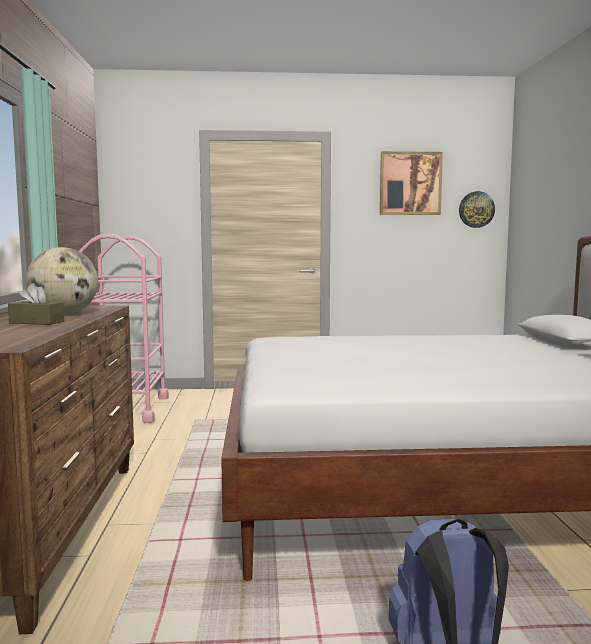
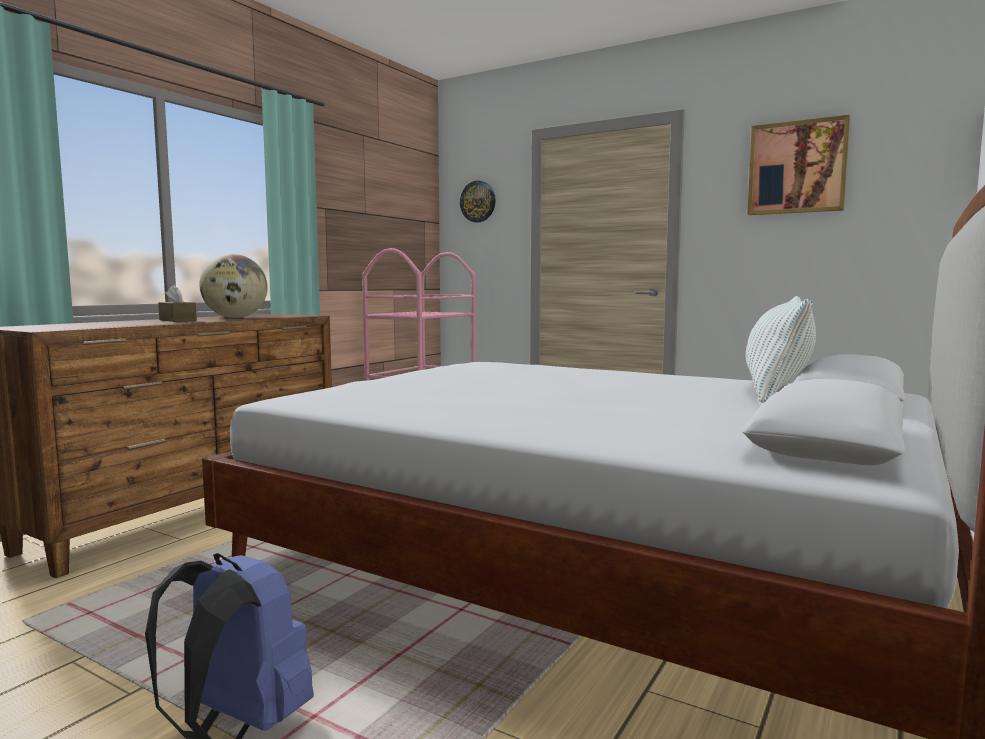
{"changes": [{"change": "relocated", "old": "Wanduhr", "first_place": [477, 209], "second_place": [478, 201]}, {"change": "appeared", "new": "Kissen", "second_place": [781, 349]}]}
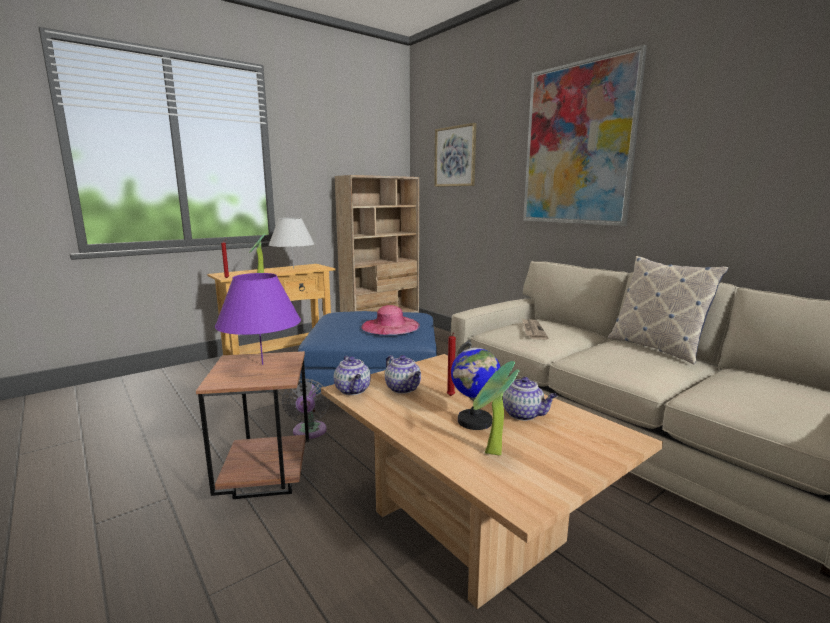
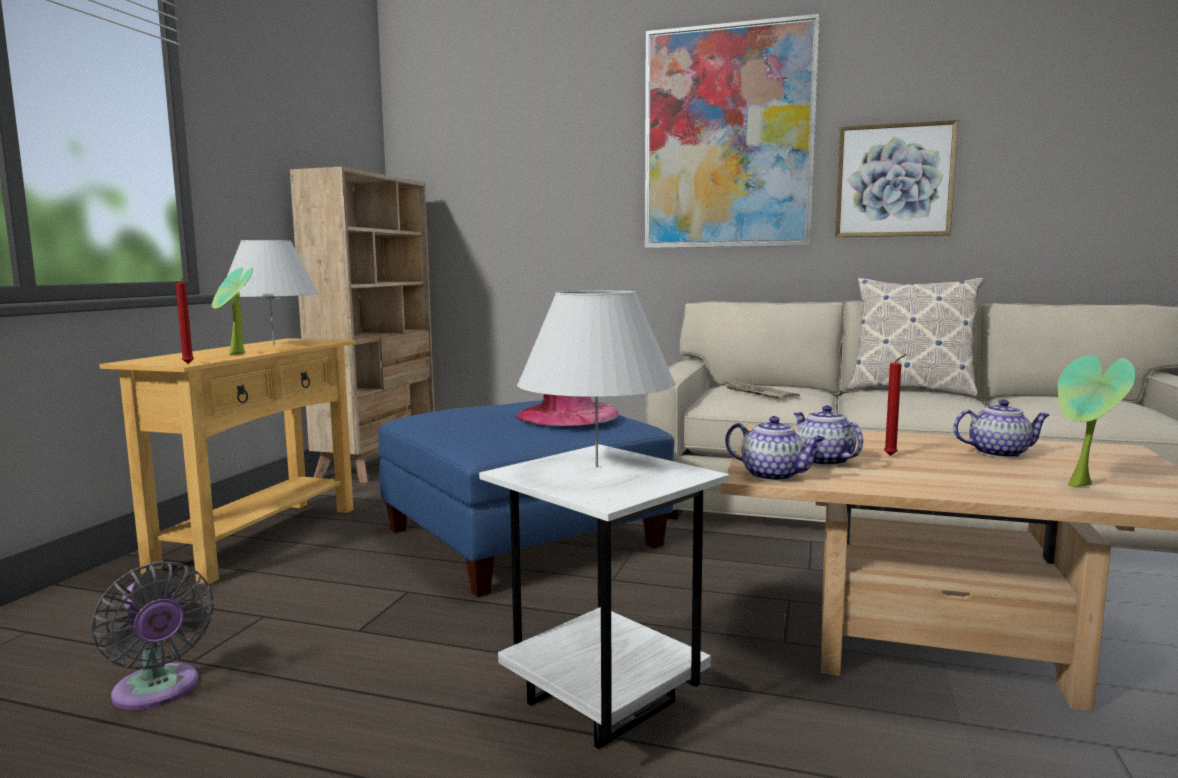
{"changes": [{"change": "colour", "old": "Beistelltisch [braun]", "new": "Beistelltisch [weiß]", "first_place": [252, 425], "second_place": [604, 596]}, {"change": "colour", "old": "Tischlampe [lila]", "new": "Tischlampe [weiß]", "first_place": [258, 319], "second_place": [596, 379]}, {"change": "relocated", "old": "Ventilator [grau]", "first_place": [306, 409], "second_place": [152, 635]}, {"change": "spun", "old": "Teekanne", "first_place": [403, 374], "second_place": [828, 435], "degrees": -135}, {"change": "relocated", "old": "Bild", "first_place": [455, 155], "second_place": [896, 178]}, {"change": "missing", "old": "Globus", "first_place": [475, 385]}]}
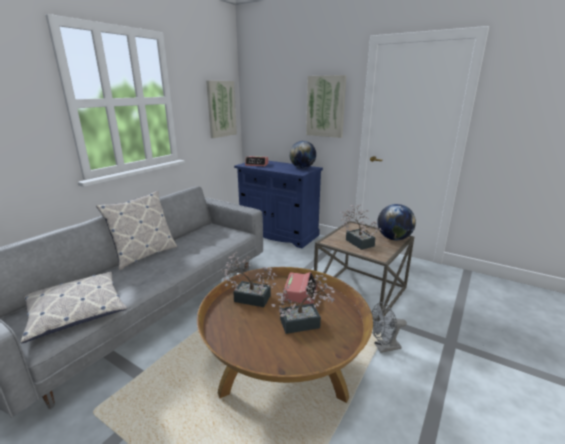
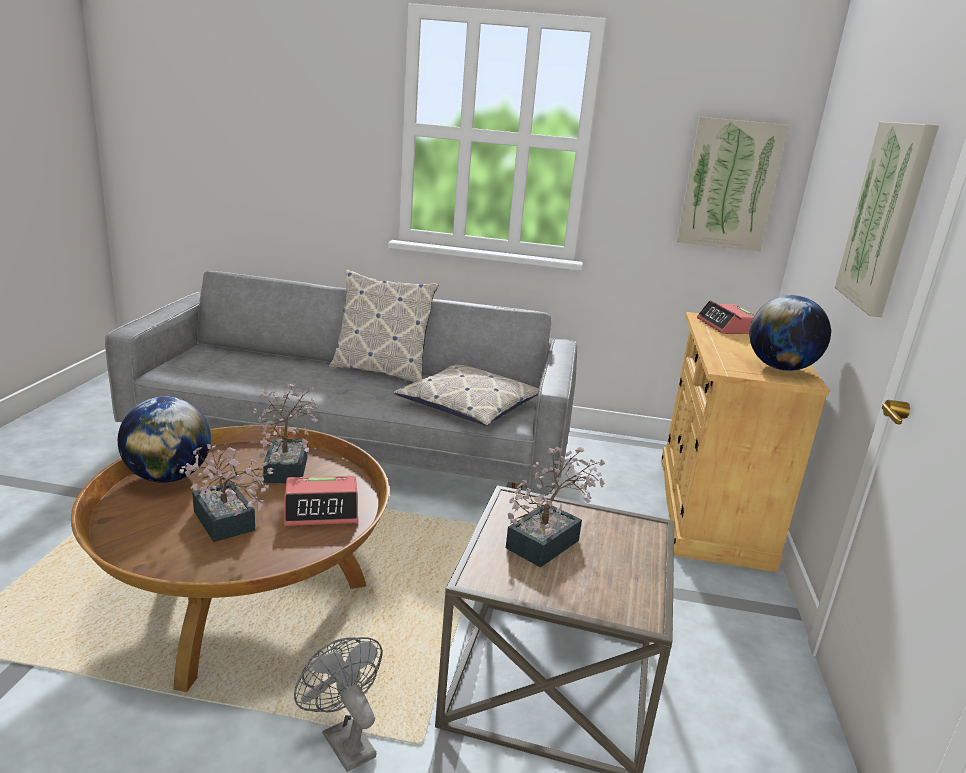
{"changes": [{"change": "relocated", "old": "Kissen", "first_place": [74, 307], "second_place": [466, 395]}, {"change": "colour", "old": "Schrank [blau]", "new": "Schrank [beige]", "first_place": [278, 204], "second_place": [745, 442]}, {"change": "relocated", "old": "Globus", "first_place": [396, 222], "second_place": [164, 439]}]}
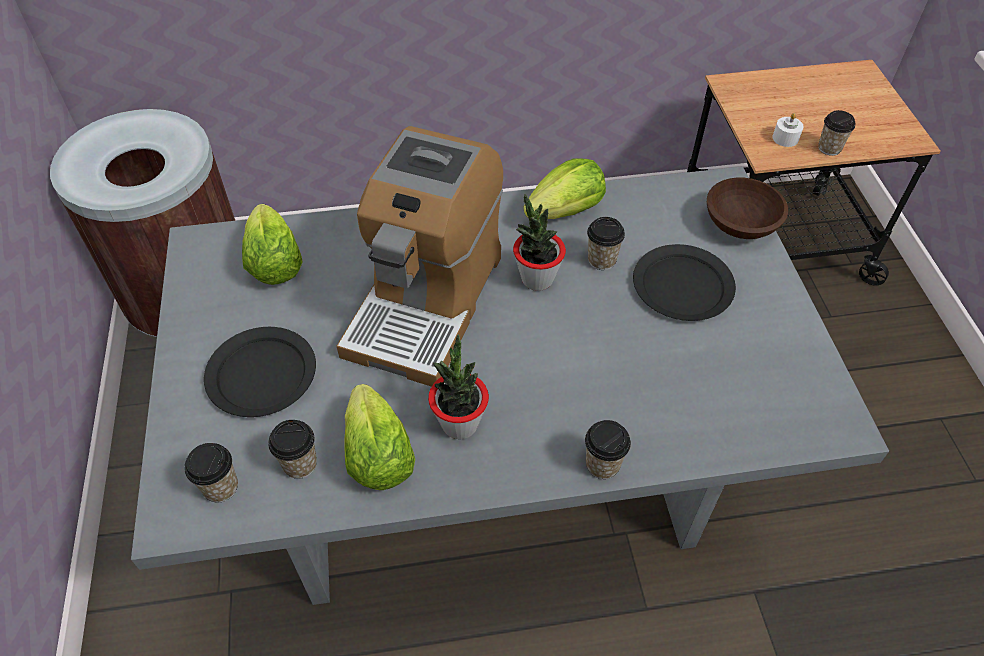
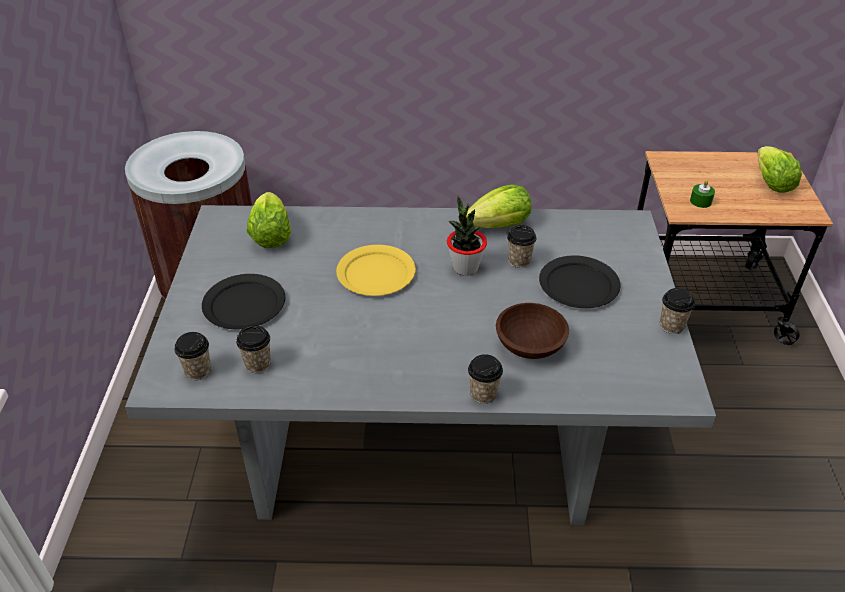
{"changes": [{"change": "exchanged", "old": "Kaffeemaschine", "new": "Teller [gelb]", "first_place": [420, 256], "second_place": [376, 270]}, {"change": "relocated", "old": "Salatkopf", "first_place": [379, 437], "second_place": [779, 169]}, {"change": "missing", "old": "Topfpflanze", "first_place": [458, 387]}, {"change": "relocated", "old": "Schüssel [braun]", "first_place": [747, 208], "second_place": [532, 331]}, {"change": "colour", "old": "Kerze [weiß]", "new": "Kerze [grün]", "first_place": [788, 130], "second_place": [702, 194]}, {"change": "relocated", "old": "Tasse", "first_place": [836, 133], "second_place": [677, 311]}]}
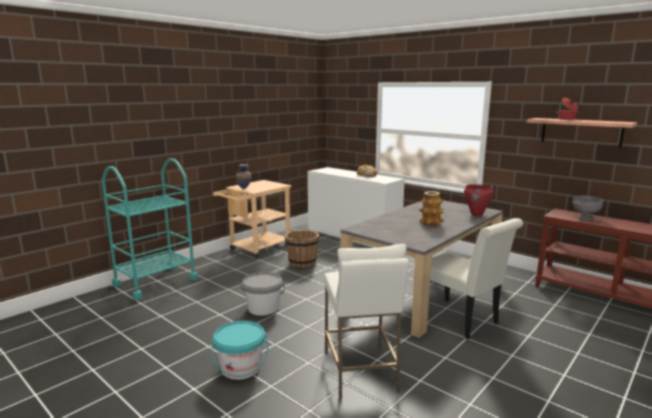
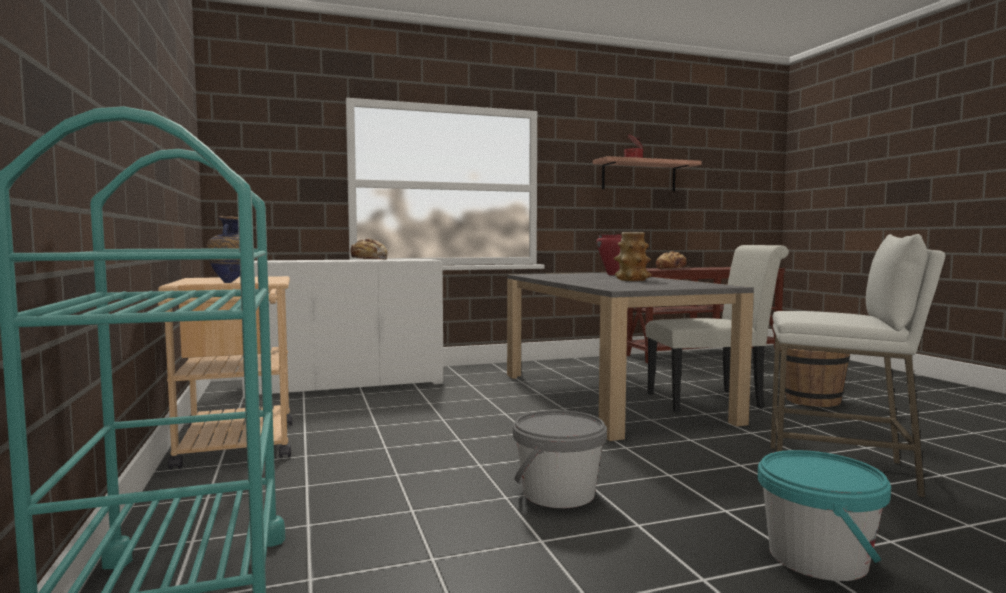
{"changes": [{"change": "relocated", "old": "Eimer [braun]", "first_place": [302, 249], "second_place": [815, 376]}, {"change": "exchanged", "old": "Schüssel [grau]", "new": "Brot", "first_place": [588, 208], "second_place": [671, 260]}]}
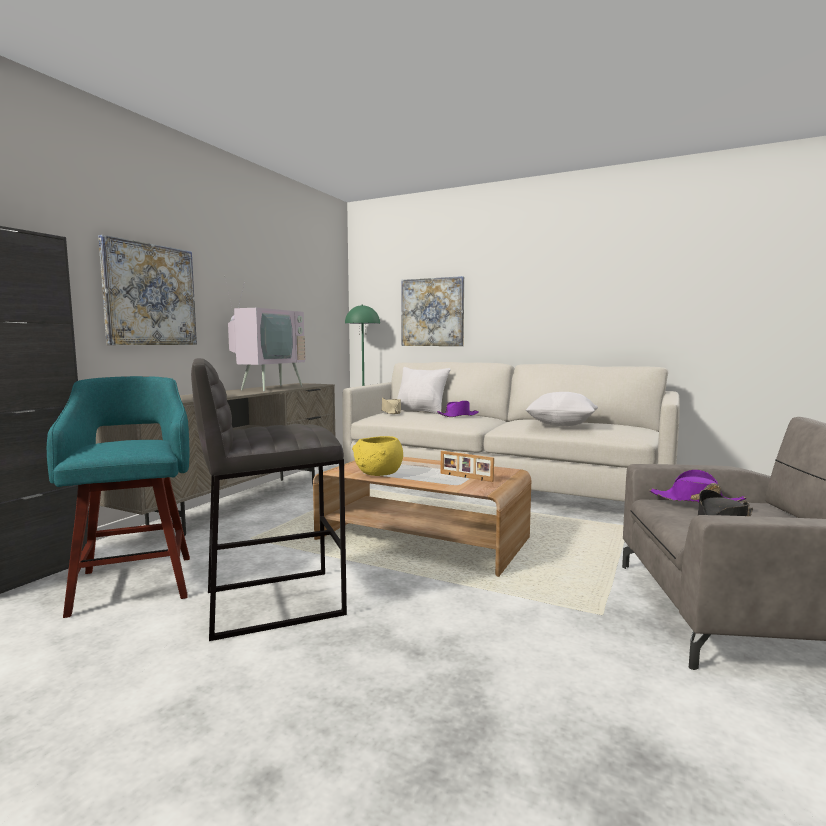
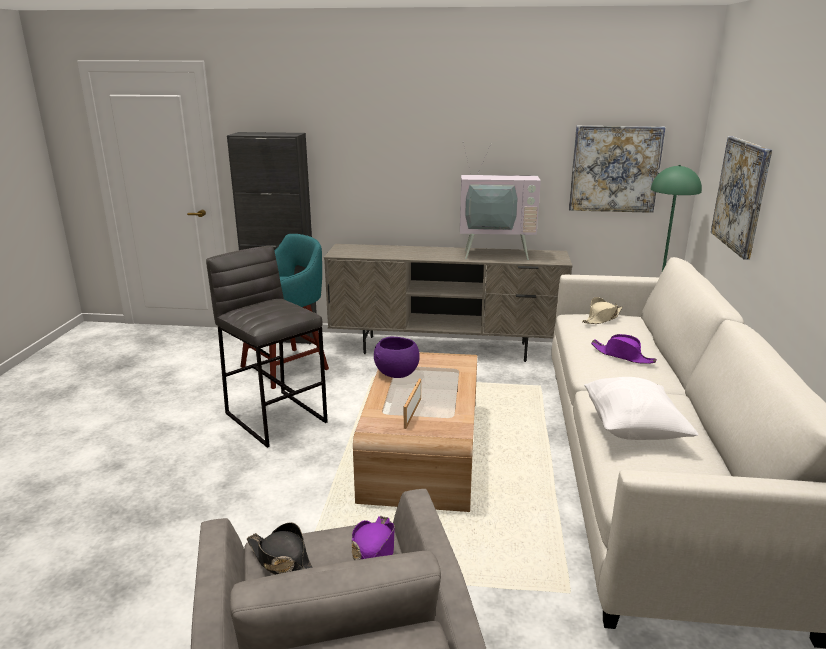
{"changes": [{"change": "relocated", "old": "Bild", "first_place": [147, 290], "second_place": [617, 169]}, {"change": "colour", "old": "Schüssel [gelb]", "new": "Schüssel [lila]", "first_place": [377, 456], "second_place": [397, 357]}, {"change": "missing", "old": "Kissen [weiß]", "first_place": [424, 390]}]}
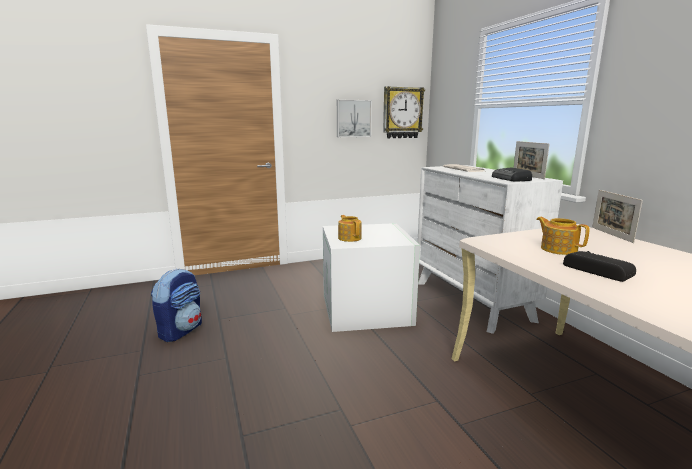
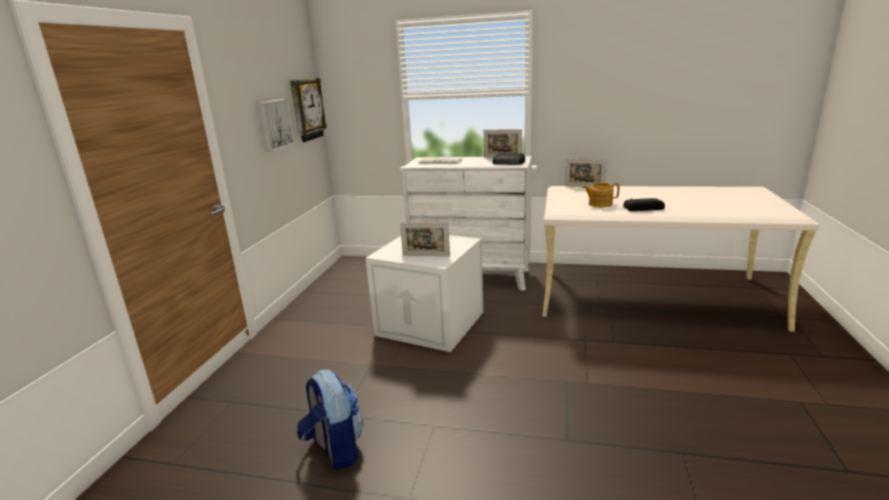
{"changes": [{"change": "exchanged", "old": "Teekanne", "new": "Bilderrahmen", "first_place": [350, 228], "second_place": [425, 239]}]}
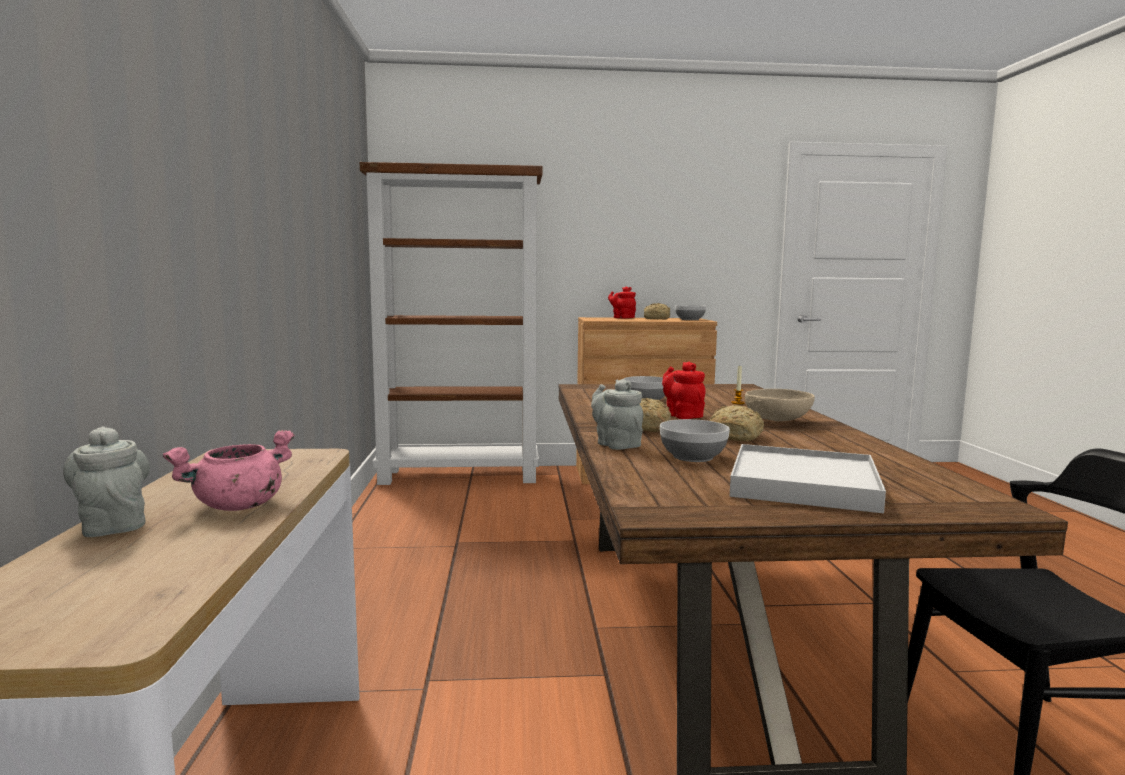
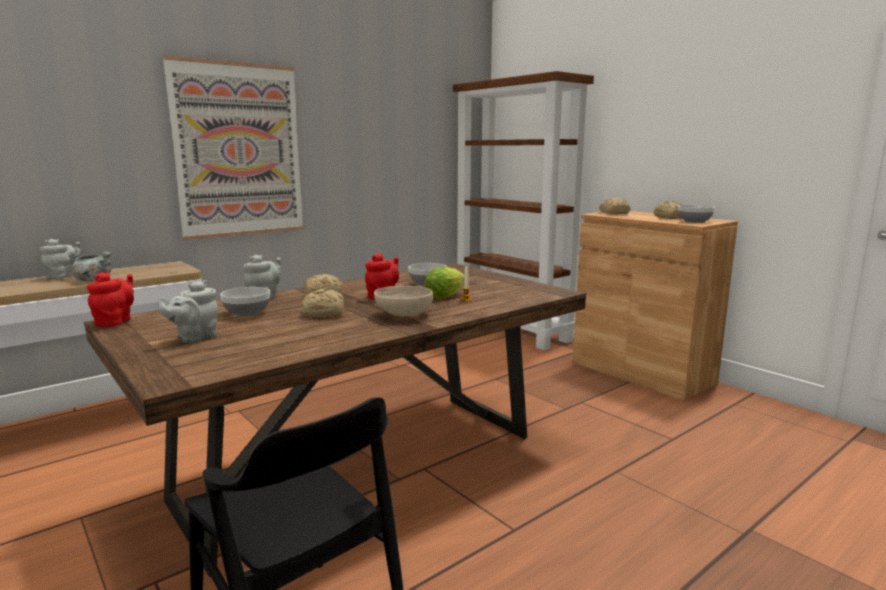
{"changes": [{"change": "colour", "old": "Kochtopf [rosa]", "new": "Kochtopf [grau]", "first_place": [229, 470], "second_place": [89, 266]}, {"change": "relocated", "old": "Teekanne [rot]", "first_place": [622, 302], "second_place": [110, 299]}, {"change": "exchanged", "old": "Tablett [weiß]", "new": "Teekanne [grau]", "first_place": [808, 478], "second_place": [188, 311]}, {"change": "appeared", "new": "Bild", "second_place": [233, 147]}, {"change": "appeared", "new": "Salatkopf", "second_place": [444, 282]}, {"change": "appeared", "new": "Brot", "second_place": [614, 206]}]}
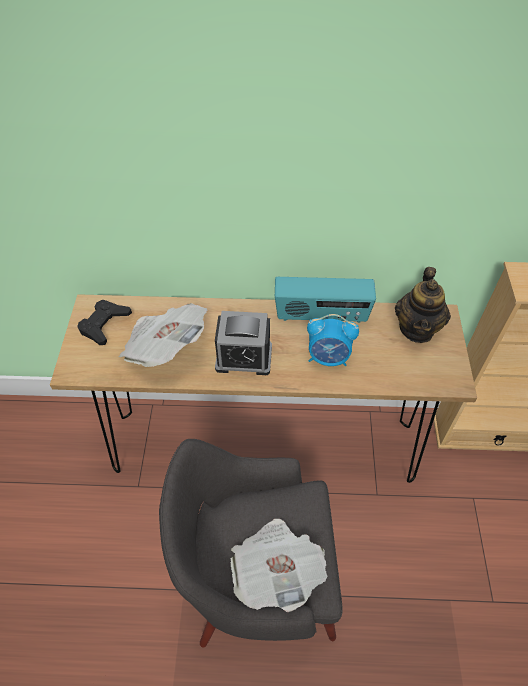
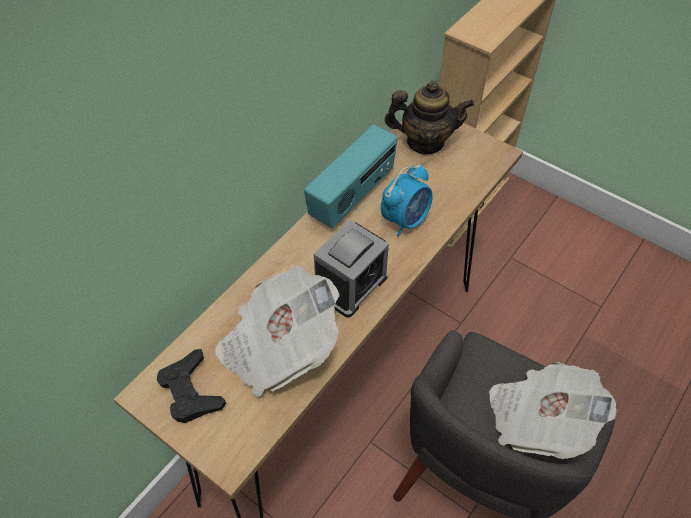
{"changes": [{"change": "spun", "old": "Teekanne", "first_place": [423, 305], "second_place": [429, 117], "degrees": -45}]}
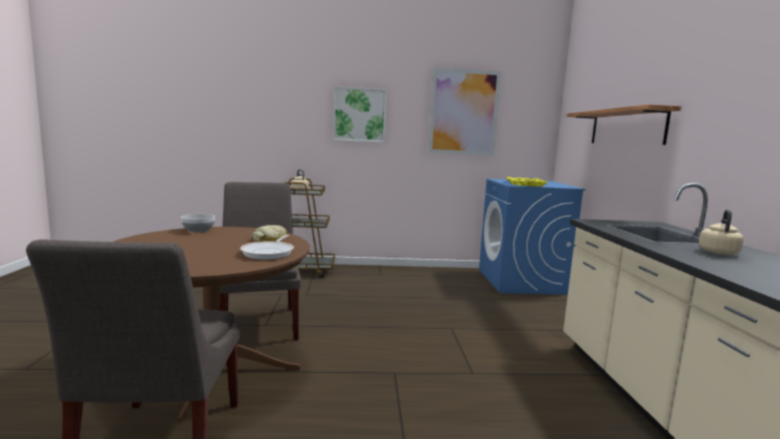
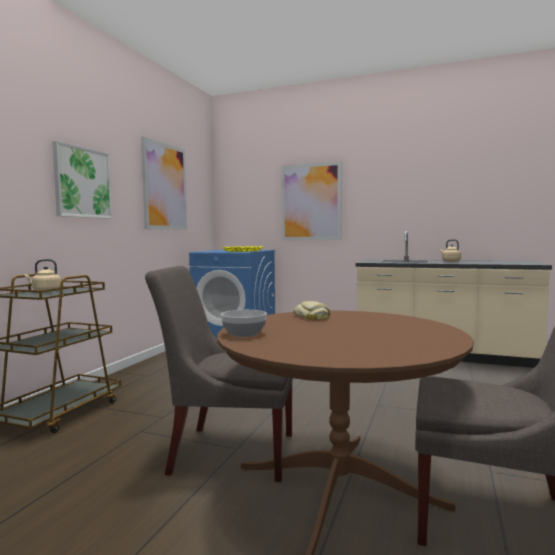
{"changes": [{"change": "missing", "old": "Pfanne", "first_place": [267, 247]}, {"change": "exchanged", "old": "Wandregal", "new": "Bild", "first_place": [623, 124], "second_place": [311, 200]}]}
